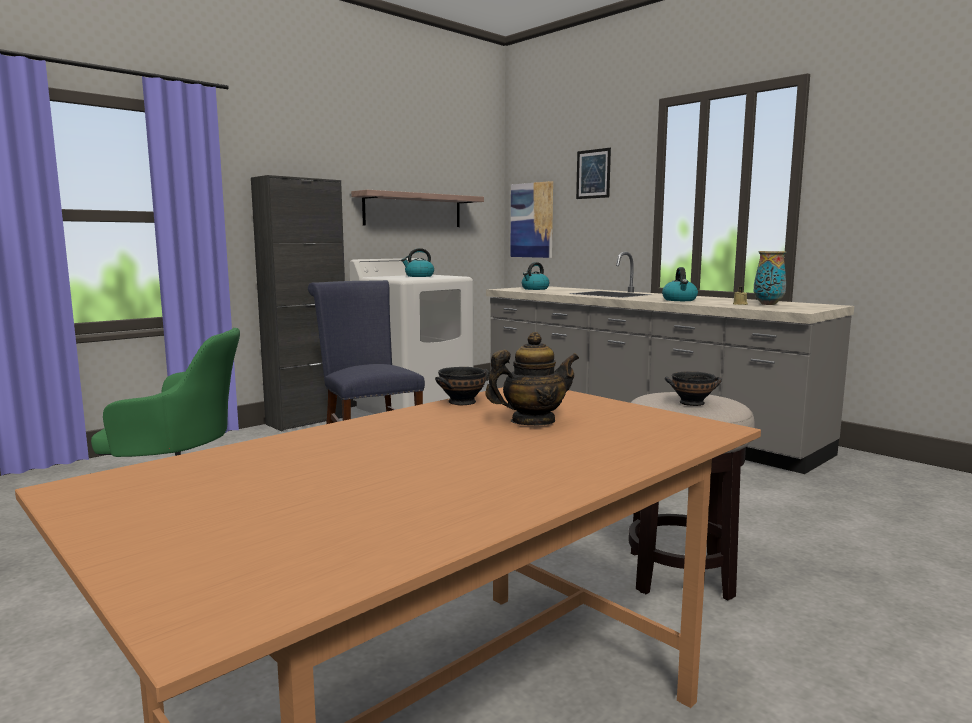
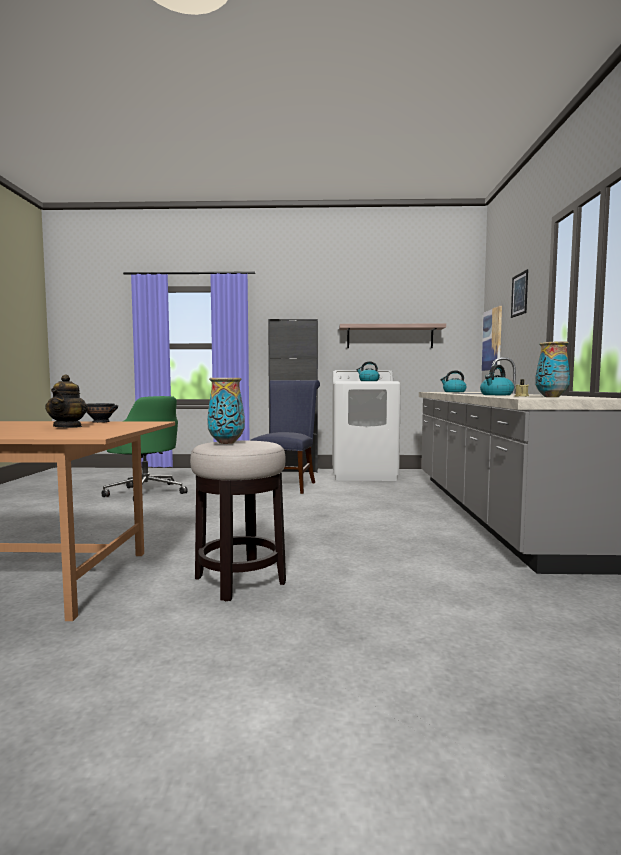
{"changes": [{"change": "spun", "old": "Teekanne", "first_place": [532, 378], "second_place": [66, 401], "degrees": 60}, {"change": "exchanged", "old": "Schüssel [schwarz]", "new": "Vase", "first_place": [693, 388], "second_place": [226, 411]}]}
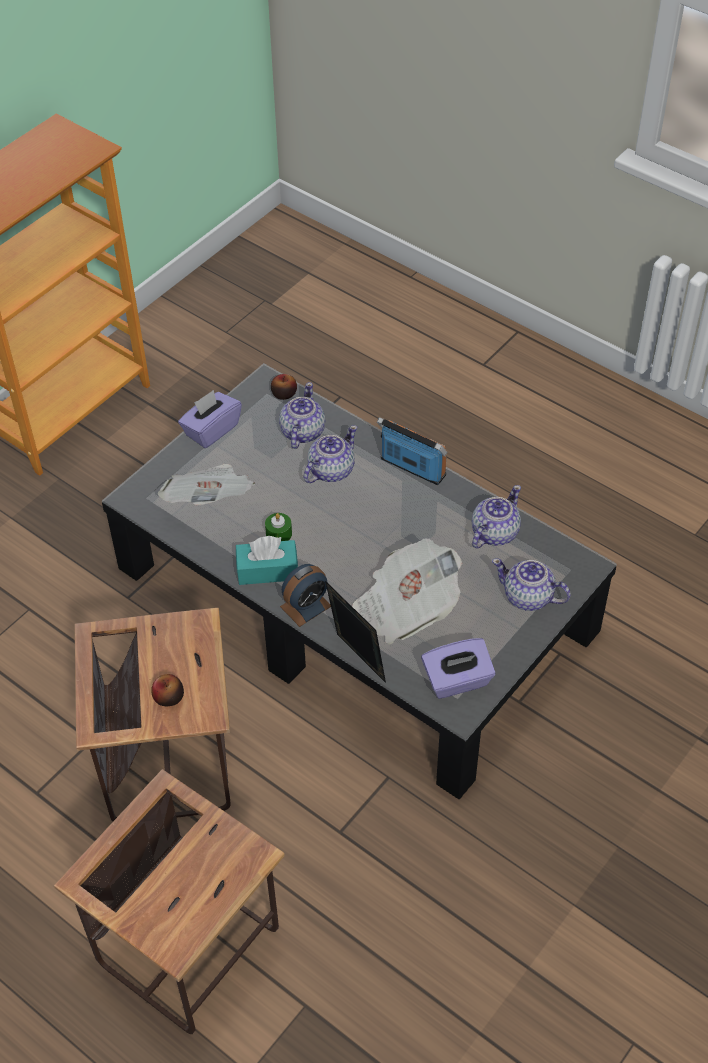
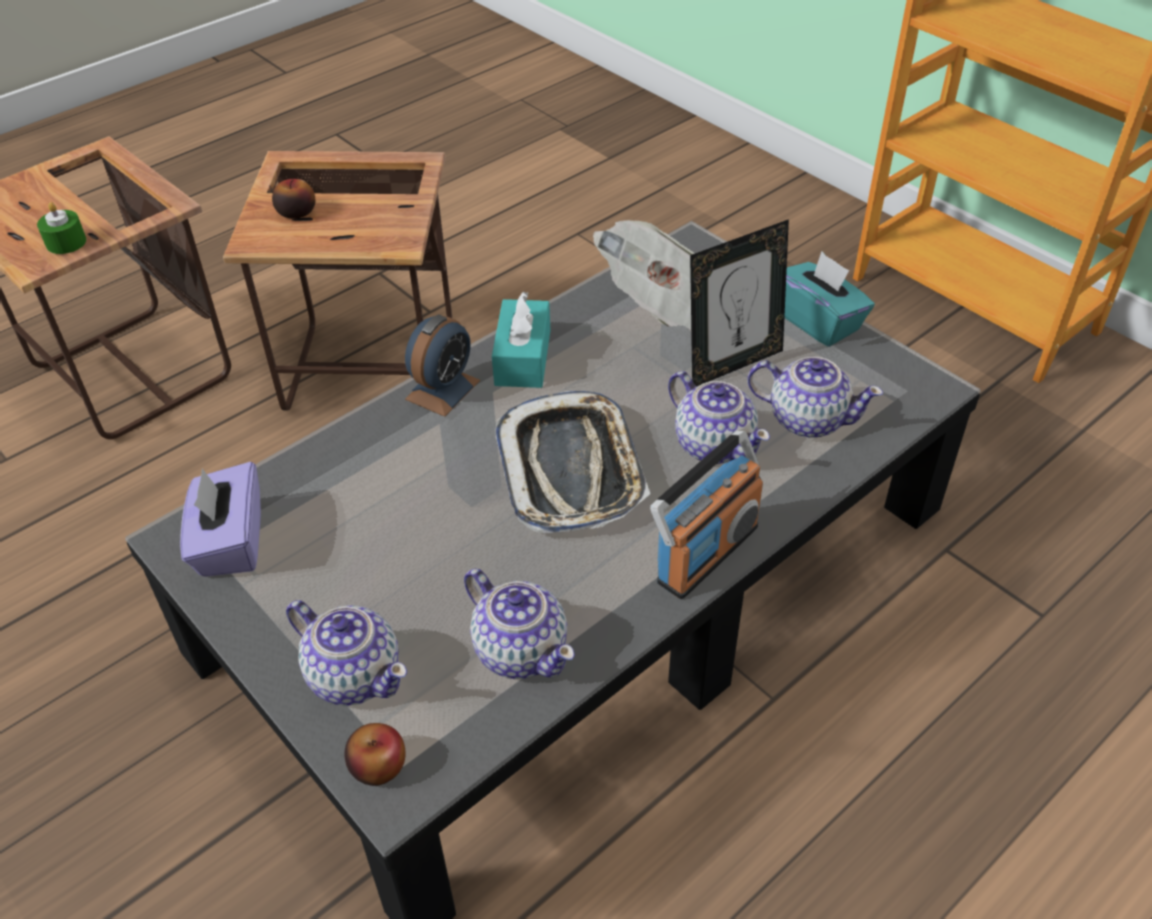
{"changes": [{"change": "colour", "old": "Taschentuchbox [lila]", "new": "Taschentuchbox [türkis]", "first_place": [210, 419], "second_place": [829, 299]}, {"change": "relocated", "old": "Kerze [grün]", "first_place": [278, 527], "second_place": [61, 228]}, {"change": "relocated", "old": "Apfel", "first_place": [284, 387], "second_place": [375, 754]}, {"change": "spun", "old": "Wecker", "first_place": [305, 595], "second_place": [442, 365], "degrees": -120}, {"change": "relocated", "old": "Bilderrahmen", "first_place": [355, 632], "second_place": [739, 302]}, {"change": "missing", "old": "Zeitung", "first_place": [407, 592]}, {"change": "spun", "old": "Teekanne", "first_place": [531, 584], "second_place": [346, 653], "degrees": 90}, {"change": "appeared", "new": "Tablett", "second_place": [573, 462]}]}
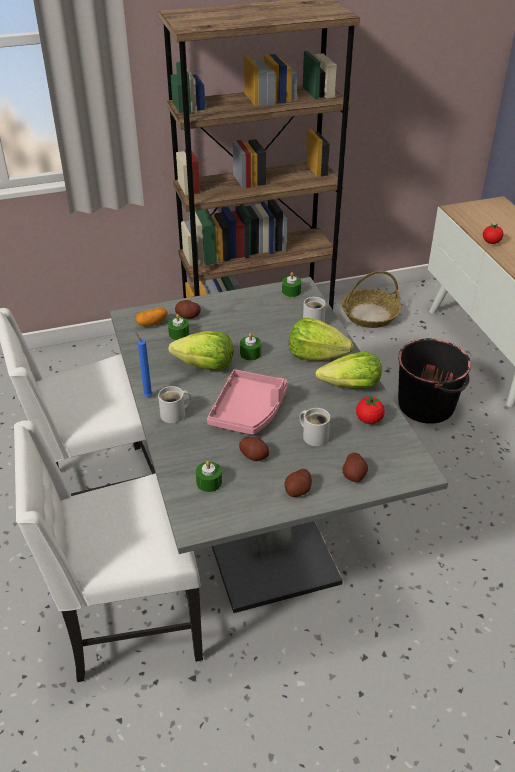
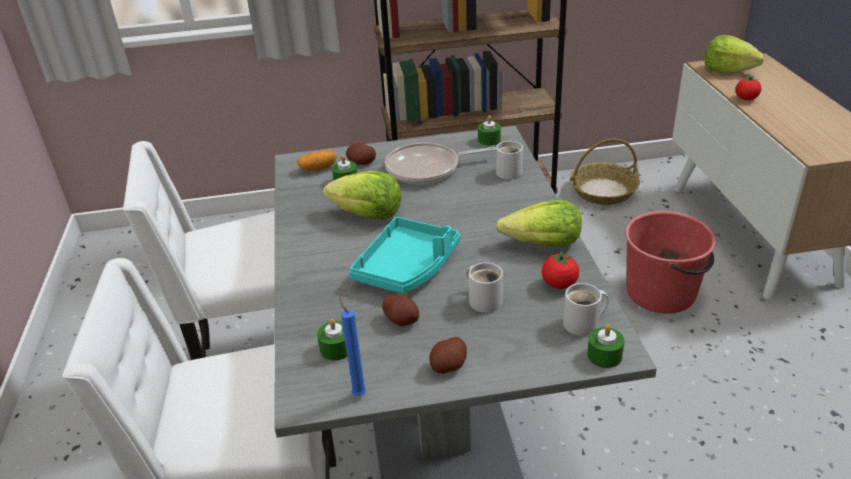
{"changes": [{"change": "relocated", "old": "Kerze [blau]", "first_place": [144, 364], "second_place": [352, 346]}, {"change": "relocated", "old": "Henkelbecher [weiß]", "first_place": [175, 405], "second_place": [586, 309]}, {"change": "colour", "old": "Tablett [rosa]", "new": "Tablett [türkis]", "first_place": [247, 402], "second_place": [404, 255]}, {"change": "relocated", "old": "Kerze [grün]", "first_place": [250, 346], "second_place": [606, 346]}, {"change": "relocated", "old": "Salatkopf", "first_place": [321, 339], "second_place": [734, 54]}, {"change": "missing", "old": "Kartoffel", "first_place": [355, 467]}, {"change": "colour", "old": "Eimer [schwarz]", "new": "Eimer [rot]", "first_place": [434, 381], "second_place": [670, 262]}, {"change": "appeared", "new": "Pfanne", "second_place": [440, 163]}]}
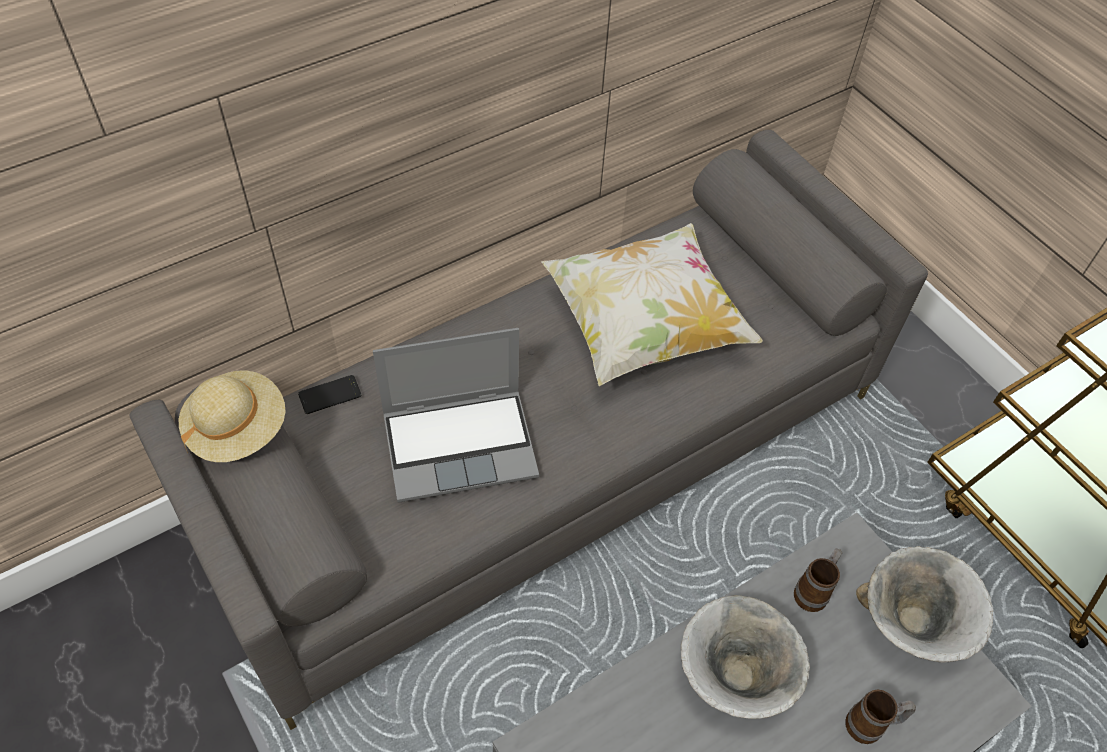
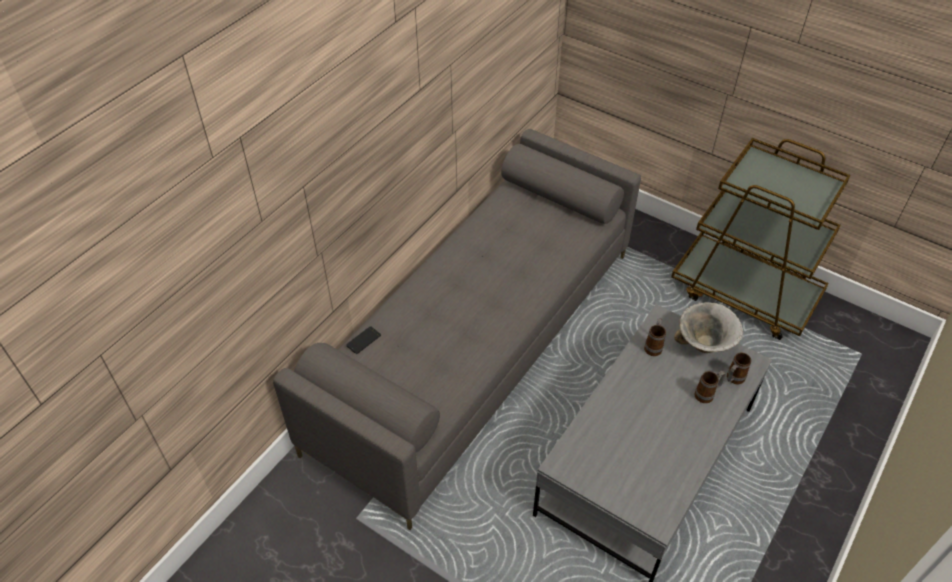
{"changes": [{"change": "missing", "old": "Hut [beige]", "first_place": [232, 416]}, {"change": "missing", "old": "Laptop", "first_place": [456, 415]}, {"change": "missing", "old": "Kissen", "first_place": [652, 304]}, {"change": "missing", "old": "Schüssel", "first_place": [745, 657]}, {"change": "appeared", "new": "Henkelbecher", "second_place": [739, 368]}]}
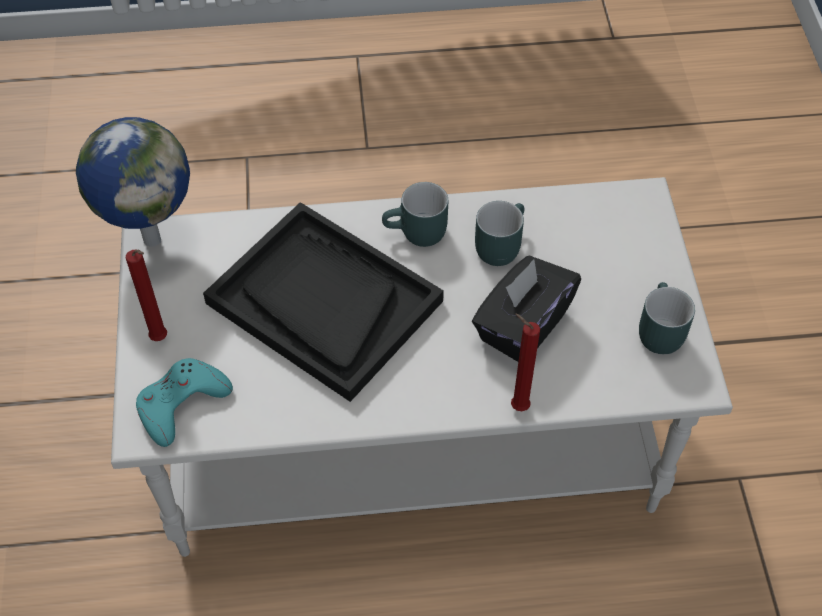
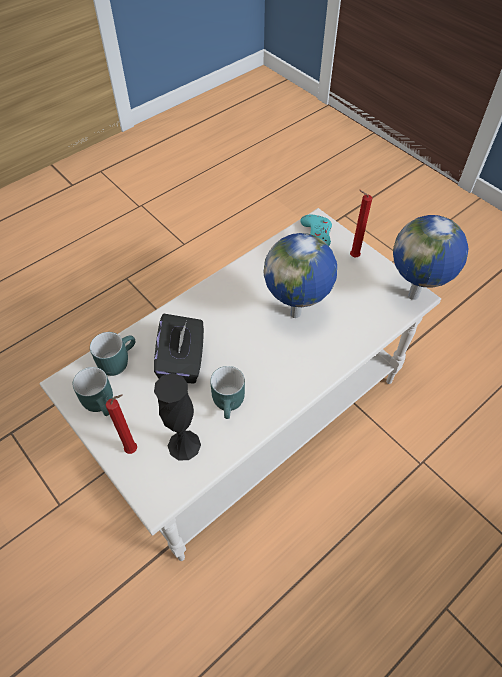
{"changes": [{"change": "exchanged", "old": "Tablett [schwarz]", "new": "Globus", "first_place": [323, 302], "second_place": [300, 275]}, {"change": "relocated", "old": "Henkelbecher [türkis]", "first_place": [415, 214], "second_place": [112, 354]}, {"change": "relocated", "old": "Kerze [rot]", "first_place": [525, 362], "second_place": [121, 424]}, {"change": "appeared", "new": "Vase [schwarz]", "second_place": [177, 417]}]}
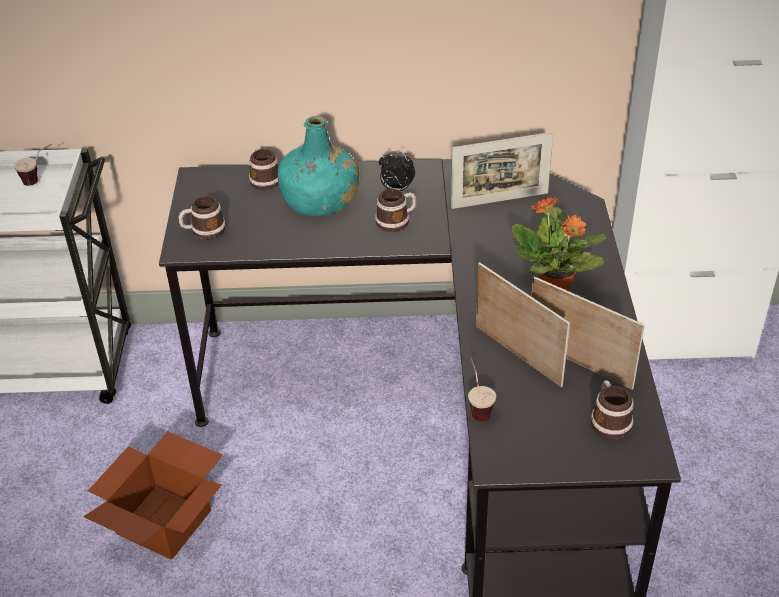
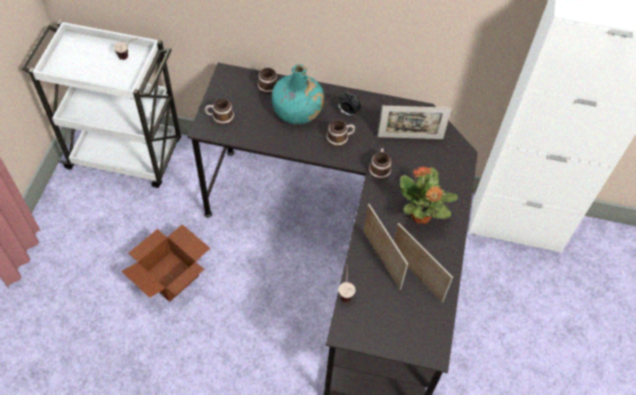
{"changes": [{"change": "relocated", "old": "Henkelbecher", "first_place": [612, 409], "second_place": [380, 164]}]}
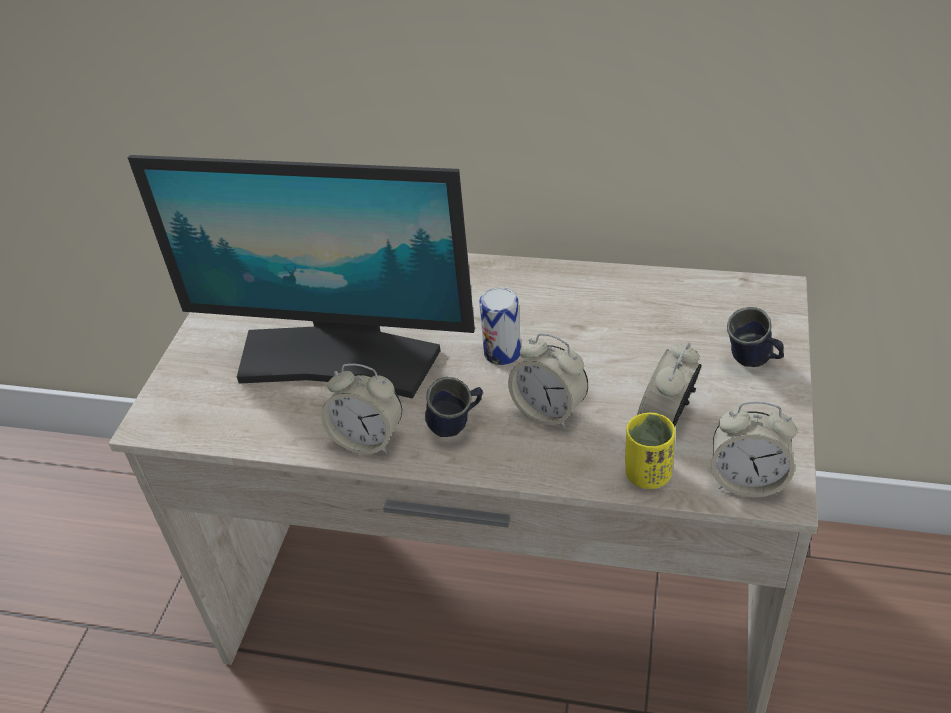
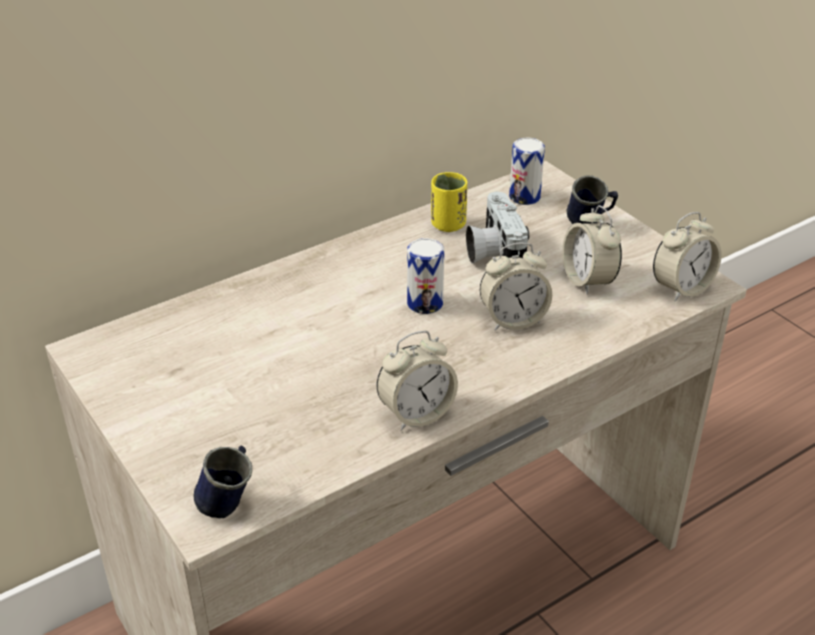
{"changes": [{"change": "missing", "old": "Monitor", "first_place": [301, 277]}, {"change": "relocated", "old": "Henkelbecher [blau]", "first_place": [454, 407], "second_place": [223, 481]}, {"change": "relocated", "old": "Tasse [gelb]", "first_place": [650, 450], "second_place": [449, 202]}, {"change": "appeared", "new": "Kamera", "second_place": [497, 228]}, {"change": "appeared", "new": "Dose", "second_place": [527, 171]}]}
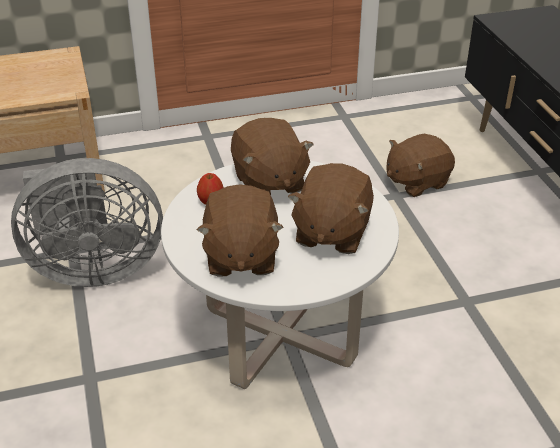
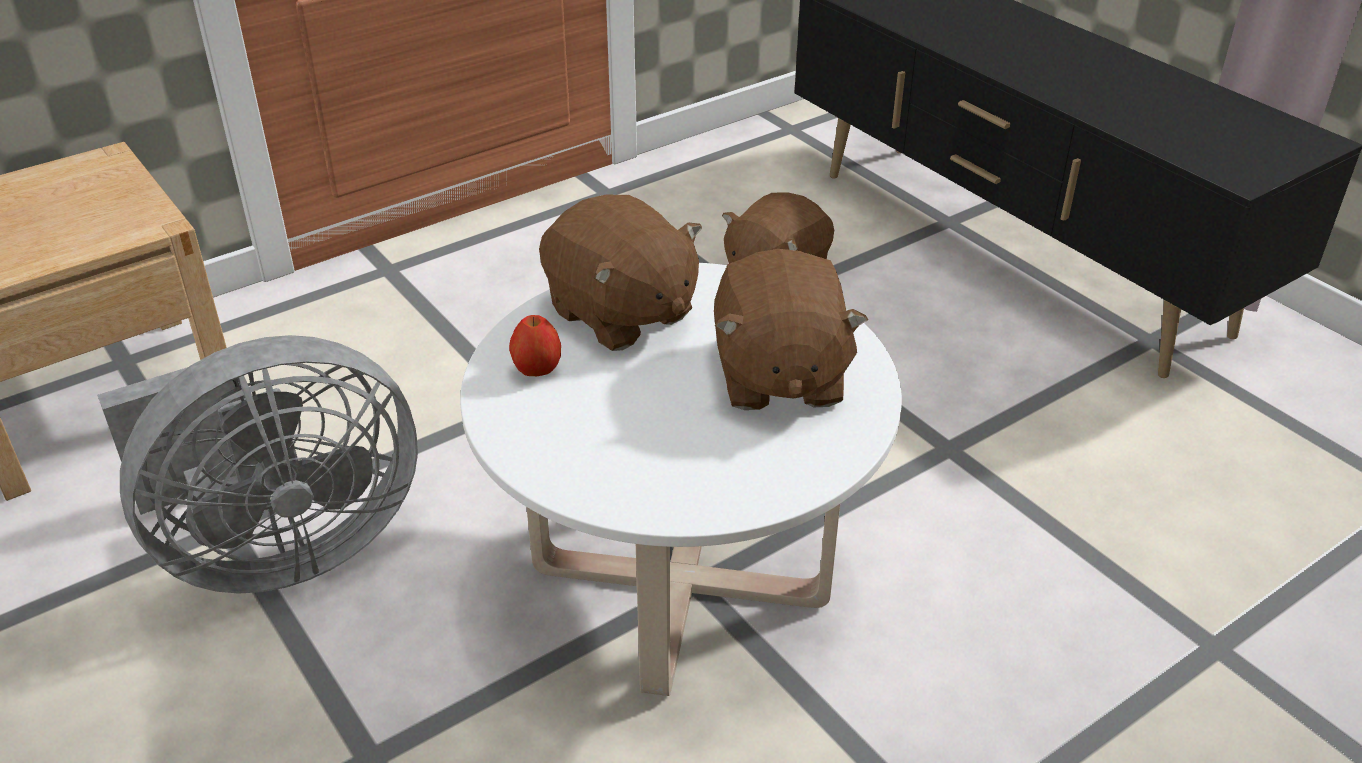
{"changes": [{"change": "missing", "old": "Plüschtier [braun]", "first_place": [240, 230]}]}
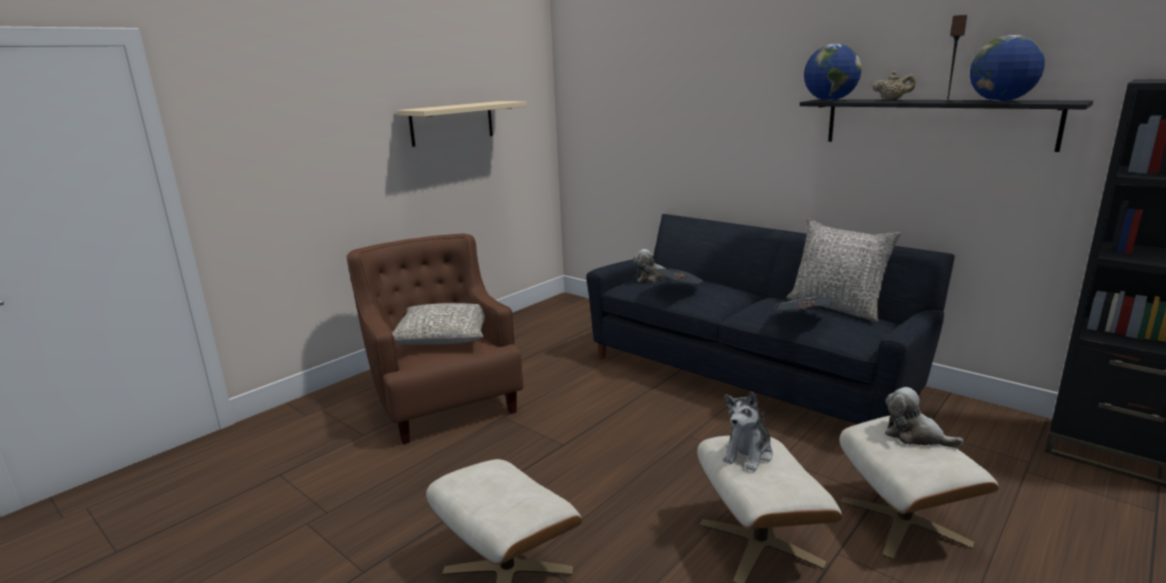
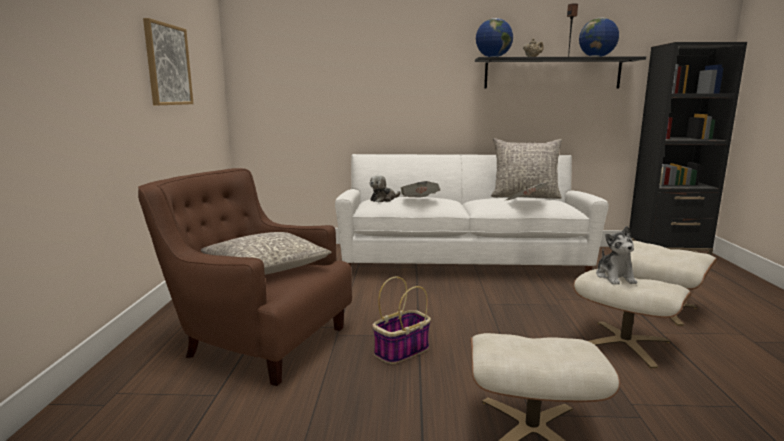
{"changes": [{"change": "exchanged", "old": "Wandregal [beige]", "new": "Bild", "first_place": [461, 124], "second_place": [168, 61]}, {"change": "colour", "old": "Sofa [schwarz]", "new": "Sofa [weiß]", "first_place": [770, 319], "second_place": [472, 213]}, {"change": "missing", "old": "Plüschtier", "first_place": [924, 417]}, {"change": "appeared", "new": "Korb", "second_place": [402, 320]}]}
